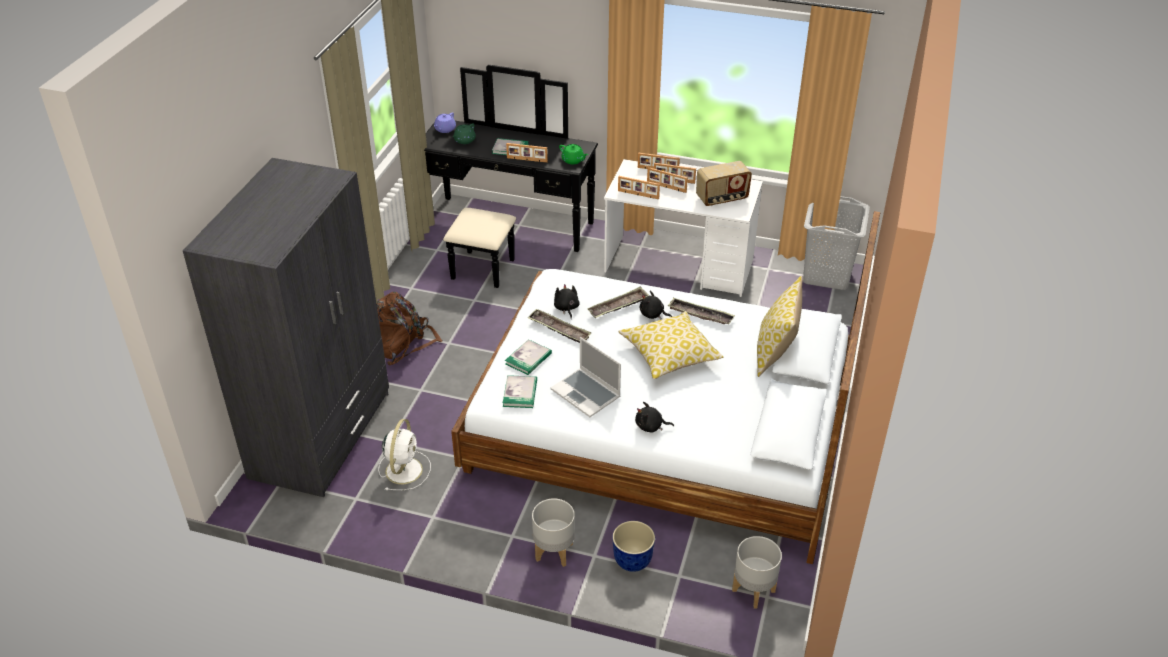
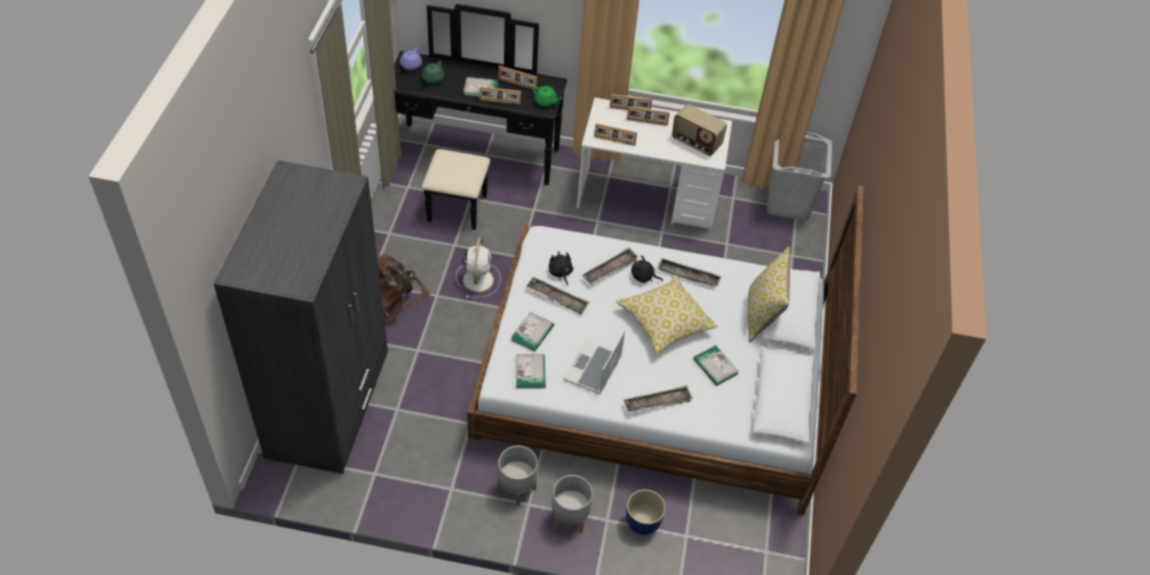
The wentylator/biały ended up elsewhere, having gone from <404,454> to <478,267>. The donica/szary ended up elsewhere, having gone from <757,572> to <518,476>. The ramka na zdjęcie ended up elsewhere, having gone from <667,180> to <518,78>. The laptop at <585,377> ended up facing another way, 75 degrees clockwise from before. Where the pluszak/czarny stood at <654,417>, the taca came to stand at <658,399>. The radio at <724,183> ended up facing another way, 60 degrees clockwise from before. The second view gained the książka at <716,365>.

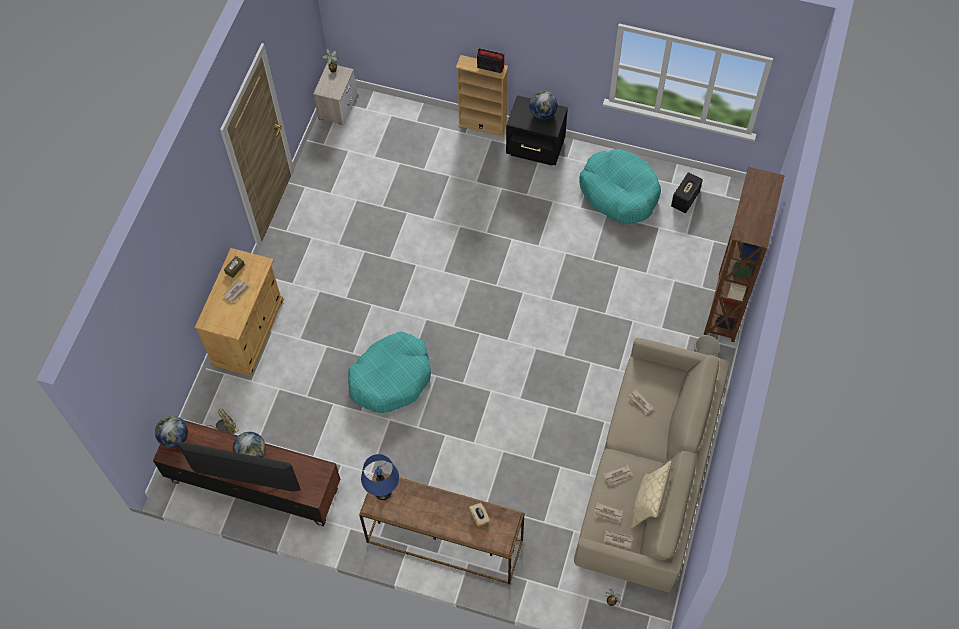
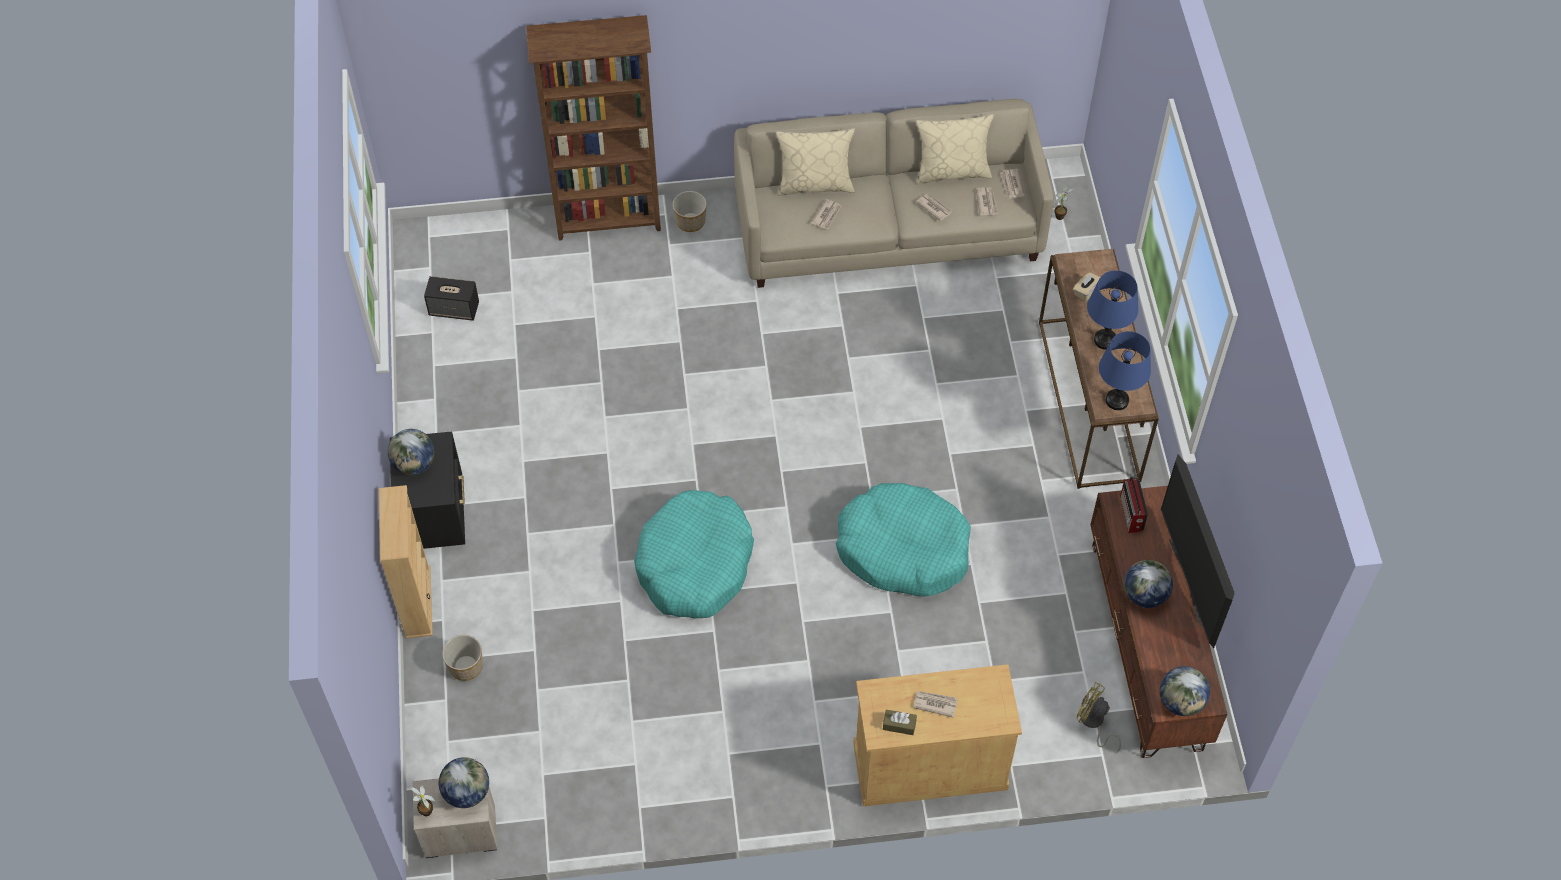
The second view gained the globus at <464,782>. The second view gained the donica at <462,658>. The legowisko/turkusowy ended up elsewhere, having gone from <620,186> to <694,554>. The second view gained the poduszka/beżowy at <815,162>. The second view gained the lampa stołowa/niebieski at <1112,310>. The radio ended up elsewhere, having gone from <490,60> to <1134,504>.

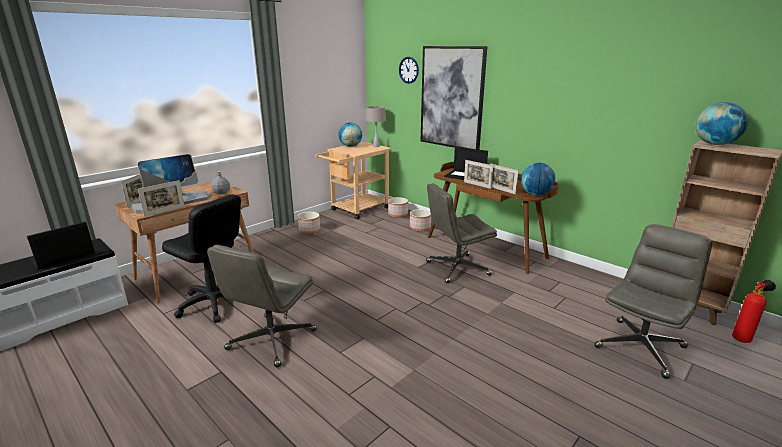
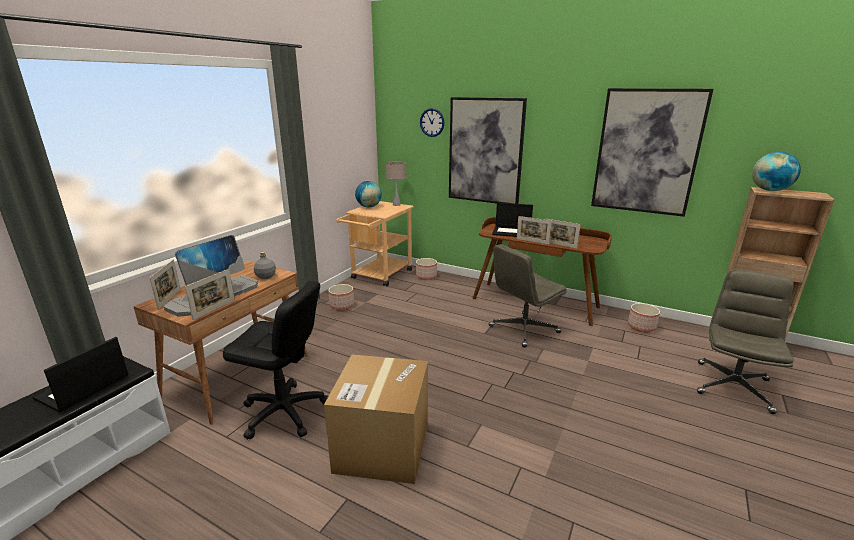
Where the krzesło biurowe/szary stood at <262,306>, the karton came to stand at <376,419>. The second view gained the obraz at <652,152>. The donica ended up elsewhere, having gone from <420,220> to <644,317>. The second view lost the globus at <538,179>. The second view lost the gaśnica at <754,311>.

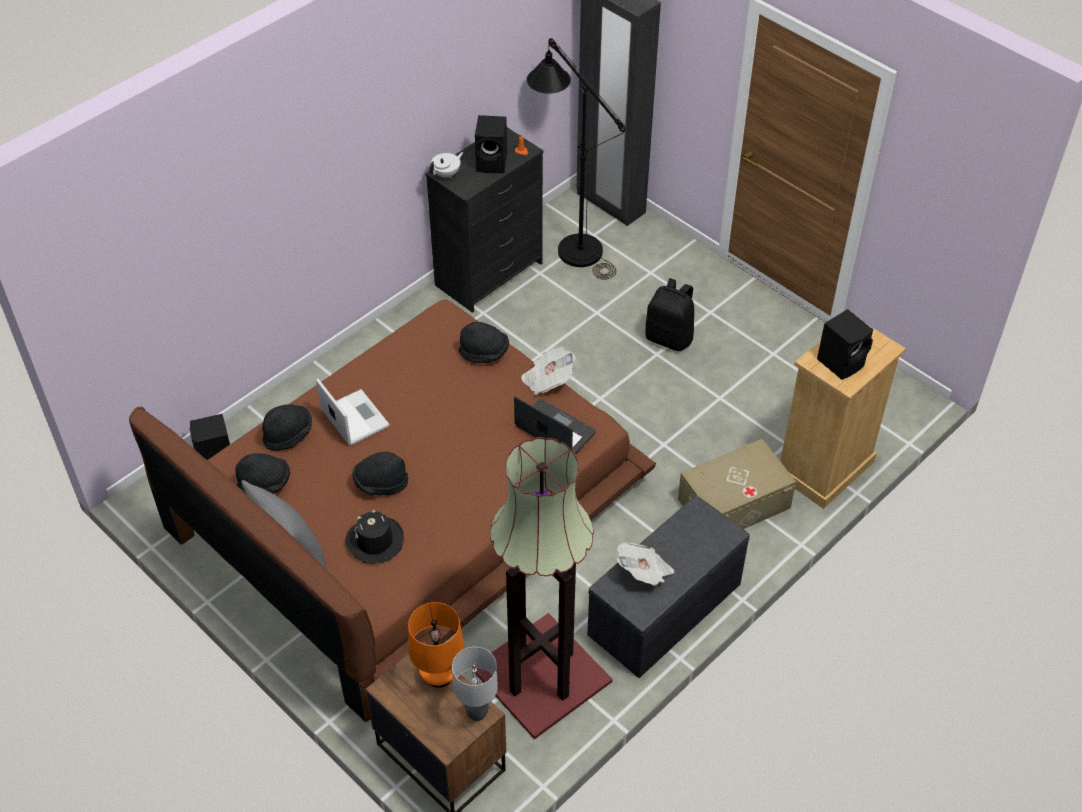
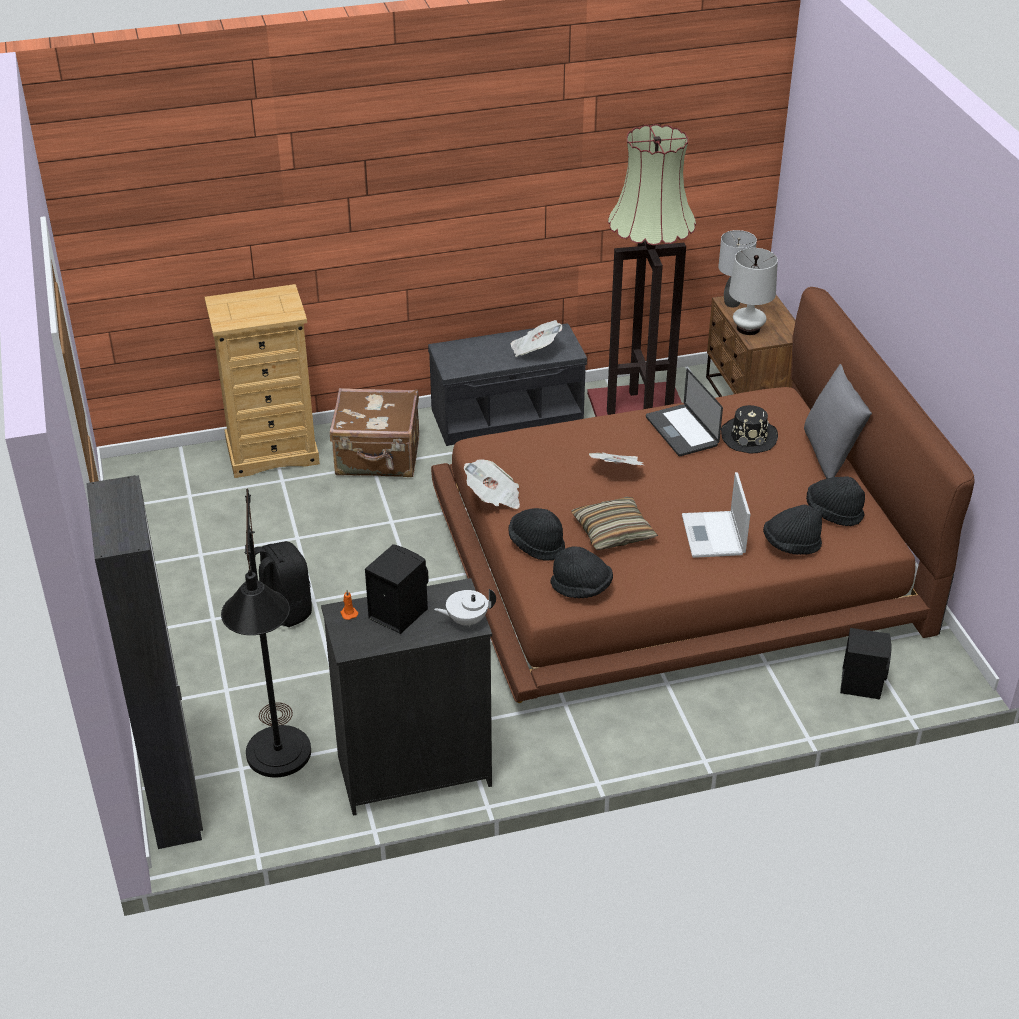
Where the pojemnik do przechowywania/beżowy stood at <737,484>, the walizka/brązowy came to stand at <374,432>. The kapelusz/czarny ended up elsewhere, having gone from <380,473> to <581,572>. The second view gained the poduszka at <614,523>. The second view gained the gazeta at <616,459>. The laptop ended up elsewhere, having gone from <555,425> to <684,412>. What was the lampa stołowa/pomarańczowy at <436,645> turned into the lampa stołowa/biały at <753,291>. The second view lost the głośnik/czarny at <845,344>.

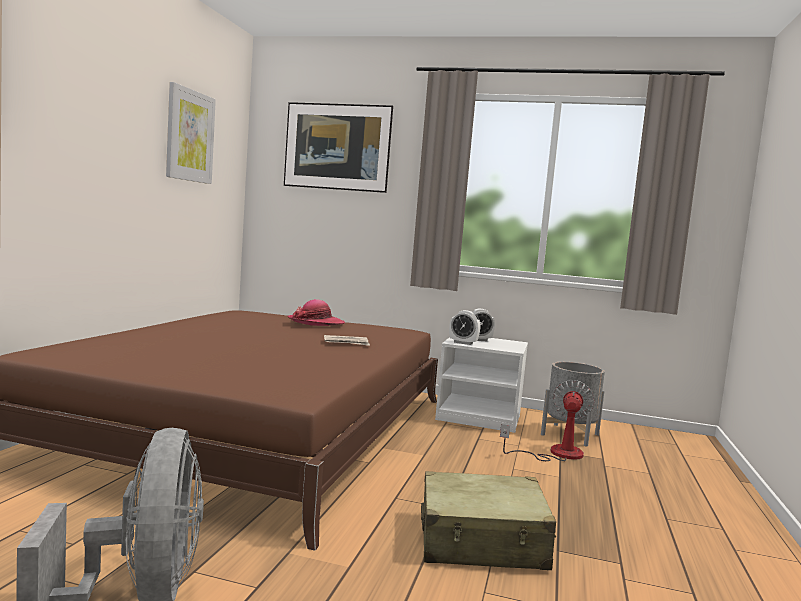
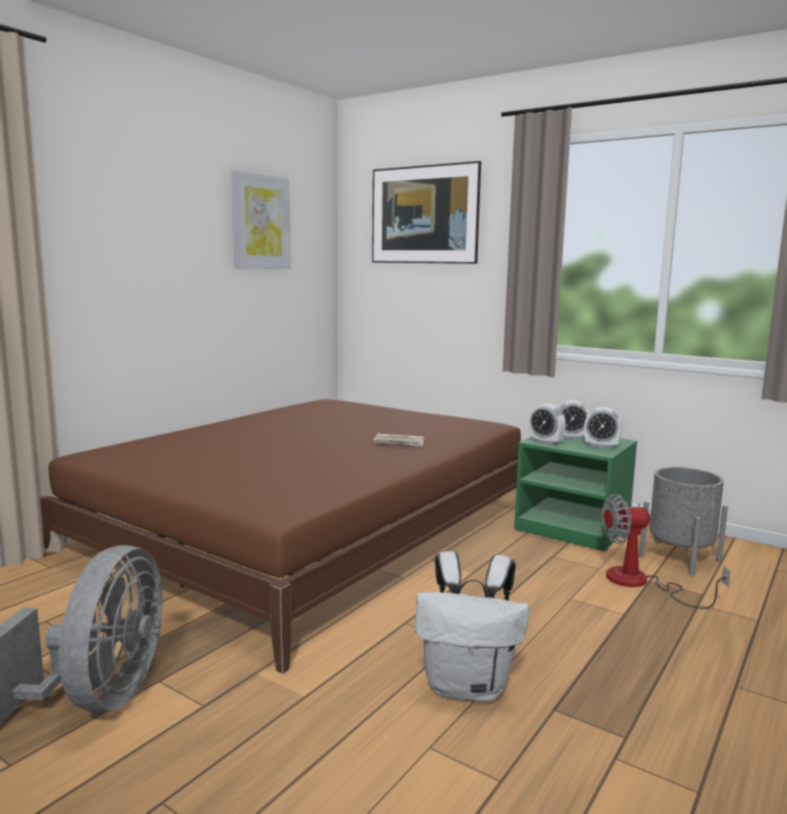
Where the walizka/beżowy stood at <488,520>, the plecak/biały came to stand at <472,626>. What was the szafka nocna/biały at <481,385> turned into the szafka nocna/zielony at <575,493>. The second view gained the budzik at <603,428>. The wentylator at <547,420> ended up facing another way, 135 degrees counterclockwise from before. The second view lost the kapelusz at <316,312>.

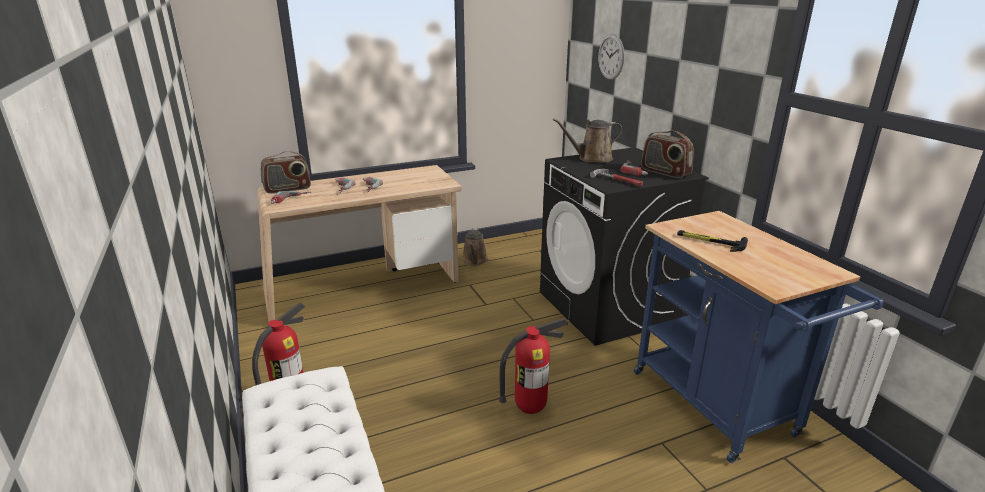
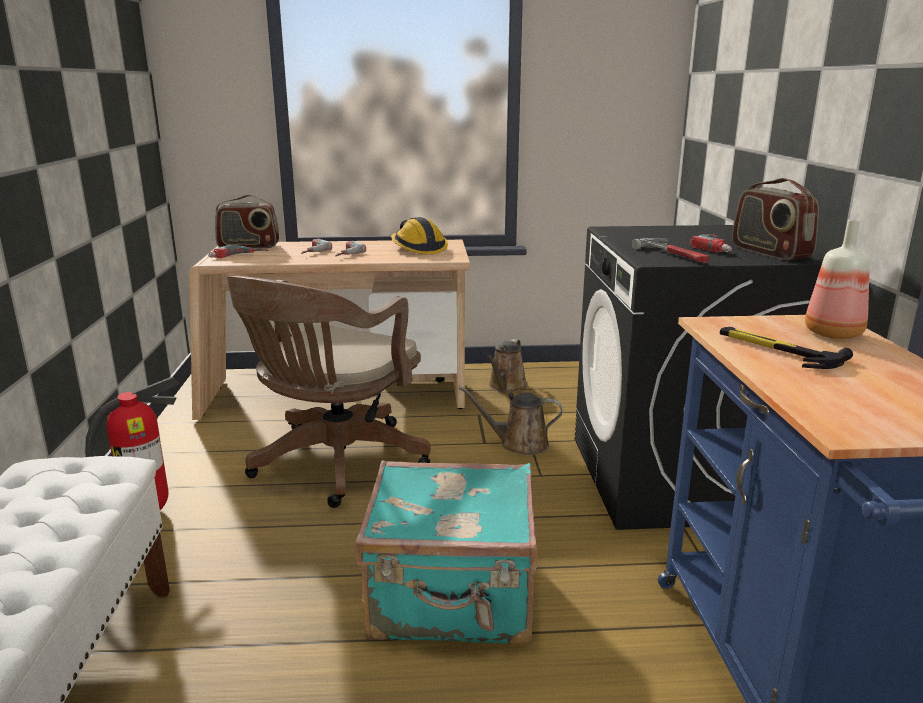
The second view gained the krzesło biurowe/brązowy at <329,392>. Where the gaśnica stood at <533,366>, the walizka/turkusowy came to stand at <447,553>. The second view gained the kask at <419,235>. The konewka/brązowy ended up elsewhere, having gone from <587,140> to <510,420>. The second view gained the butelka at <837,279>. The second view lost the zegar ścienny at <611,57>.

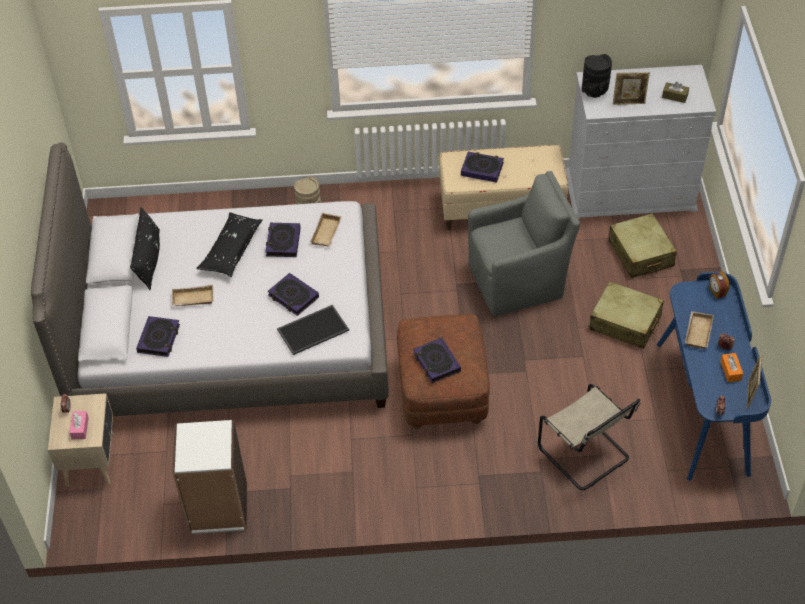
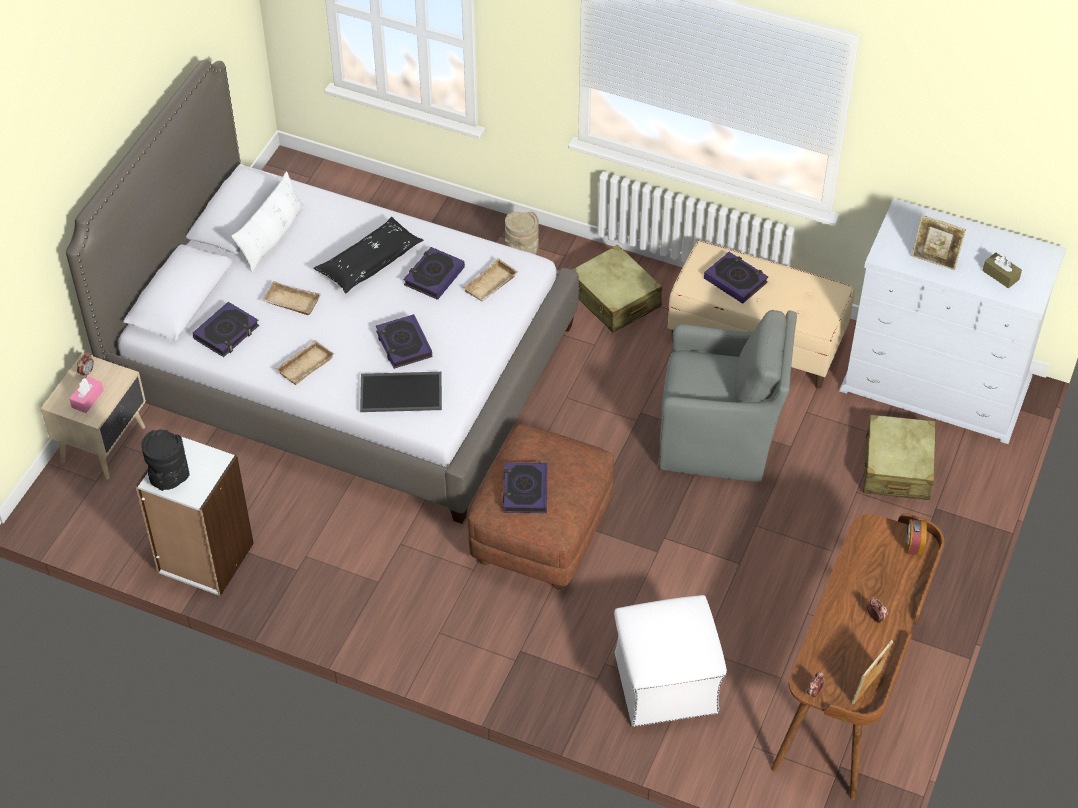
The wazon/czarny ended up elsewhere, having gone from <597,76> to <165,460>. What was the poduszka/czarny at <145,248> turned into the poduszka/biały at <268,222>. The taca/beżowy ended up elsewhere, having gone from <699,330> to <304,362>. The walizka/beżowy ended up elsewhere, having gone from <627,315> to <617,289>. Where the krzesło/beżowy stood at <589,437>, the pufa/biały came to stand at <670,661>. What was the biurko/niebieski at <714,376> turned into the biurko/brązowy at <858,657>. The second view lost the pudełko chusteczek/pomarańczowy at <731,367>.

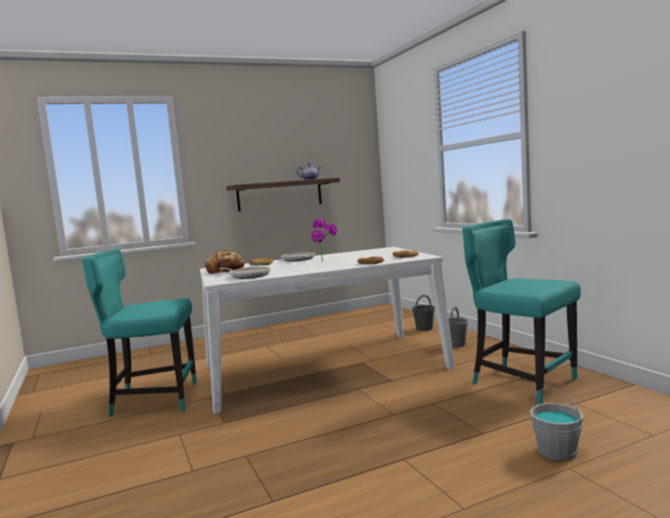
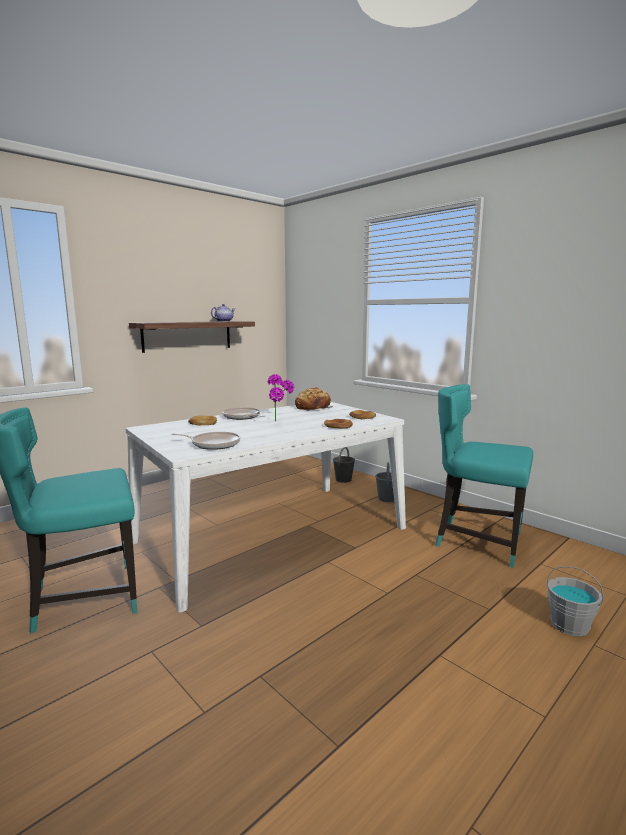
The chleb ended up elsewhere, having gone from <225,261> to <314,399>.

